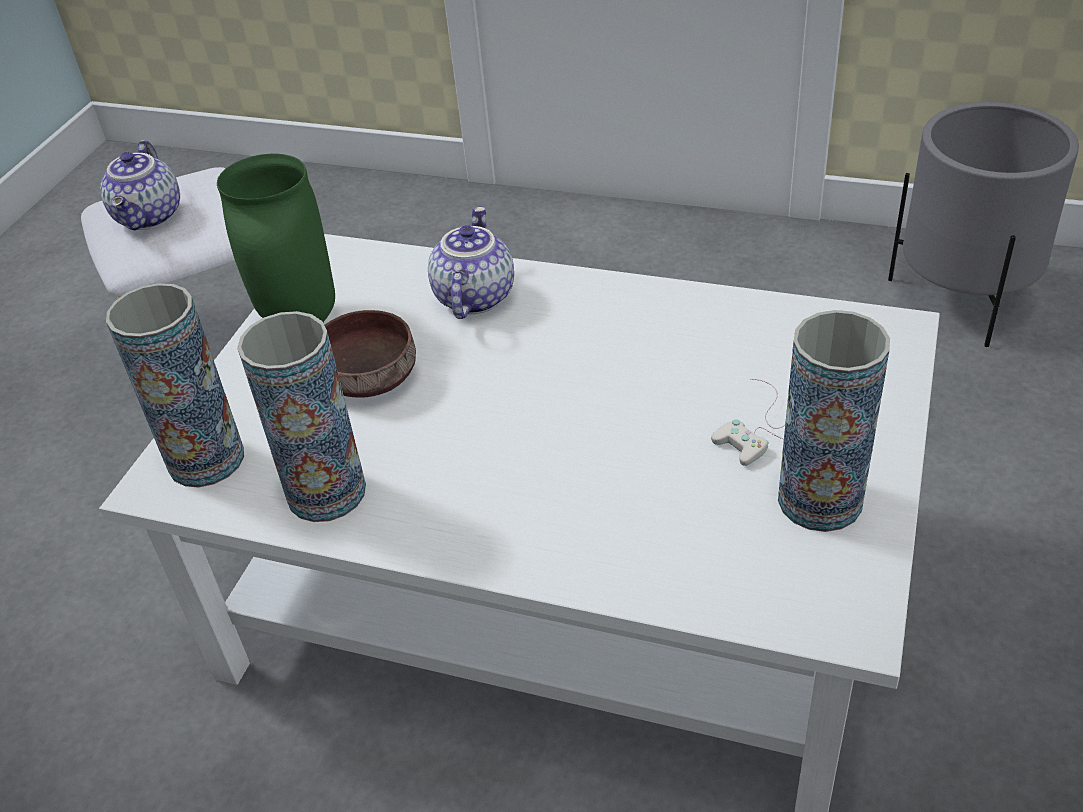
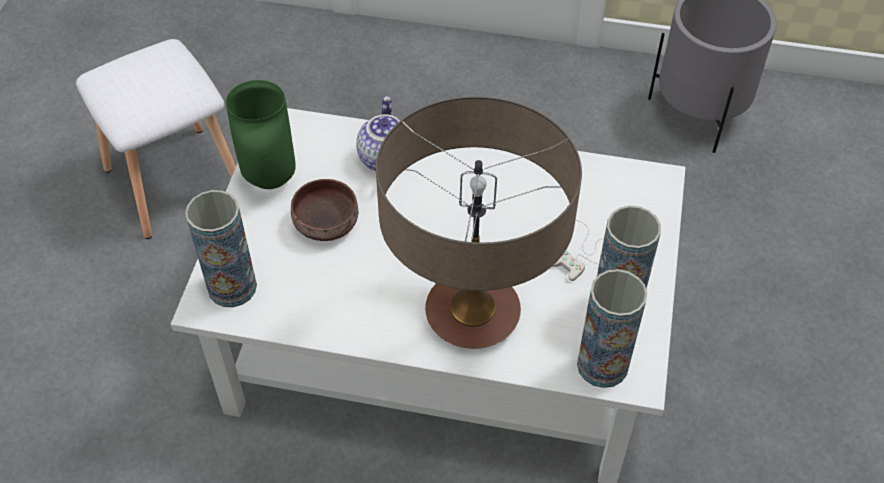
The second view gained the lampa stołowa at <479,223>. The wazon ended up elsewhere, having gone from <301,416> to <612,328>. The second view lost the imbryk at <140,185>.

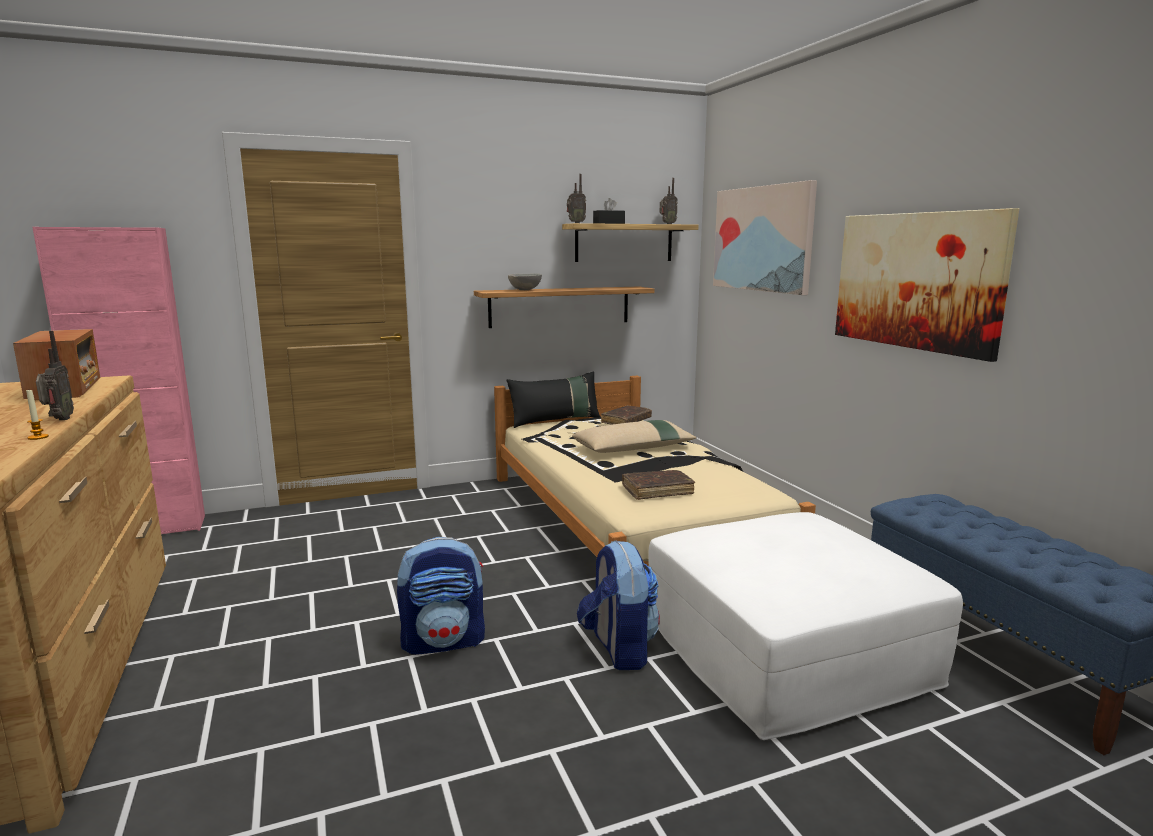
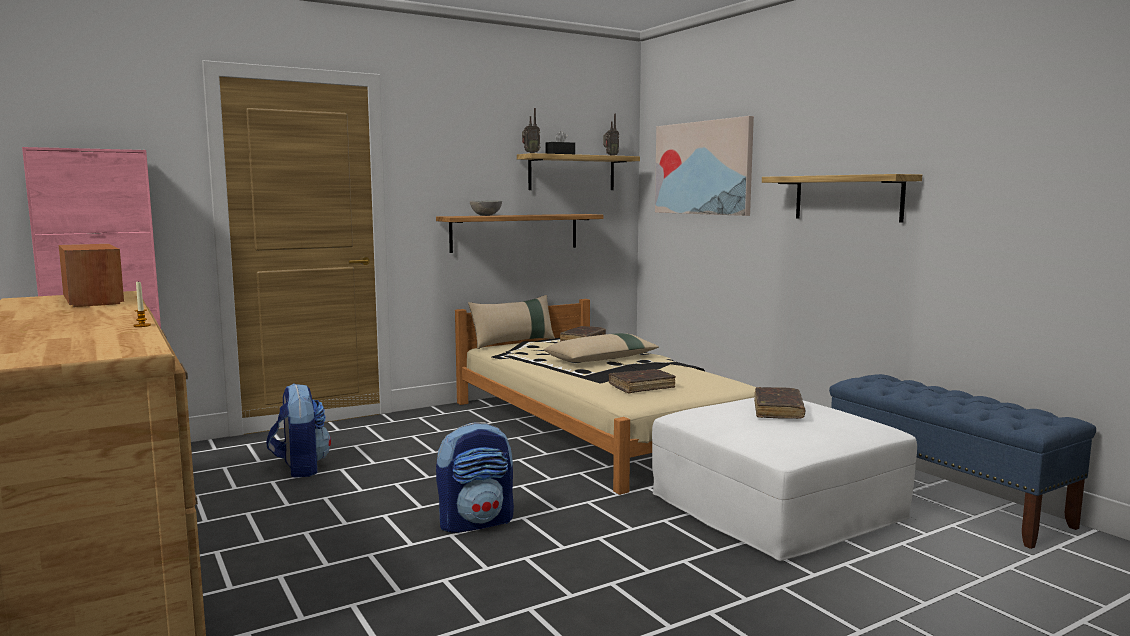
The plecak ended up elsewhere, having gone from <618,605> to <298,430>. What was the poduszka/czarny at <553,399> turned into the poduszka/beżowy at <511,322>. The second view gained the książka/brązowy at <779,403>. Where the obraz hung at <927,285>, the półka came to hang at <842,198>. The second view lost the radio at <55,375>.

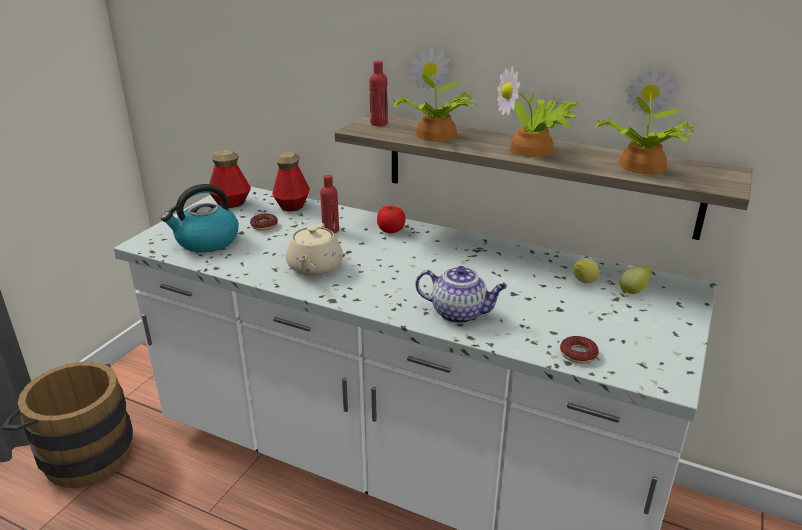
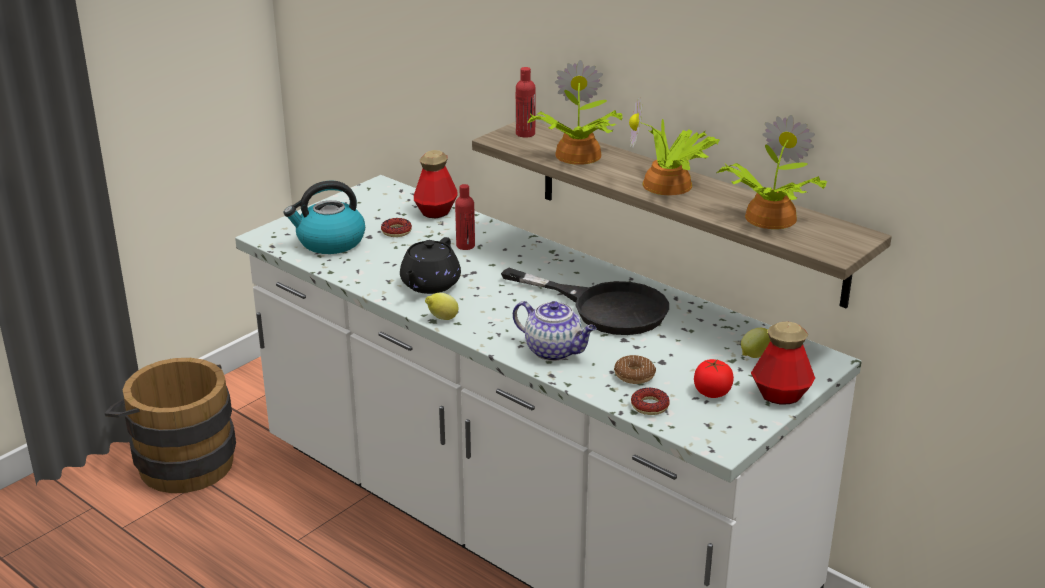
What was the imbryk/beżowy at <314,249> turned into the imbryk/czarny at <430,265>. The cytryna ended up elsewhere, having gone from <586,271> to <441,306>. The second view gained the patelnia/czarny at <585,301>. The second view gained the donut at <635,369>. The pomidor ended up elsewhere, having gone from <391,219> to <714,378>. The butelka ended up elsewhere, having gone from <230,179> to <783,363>.

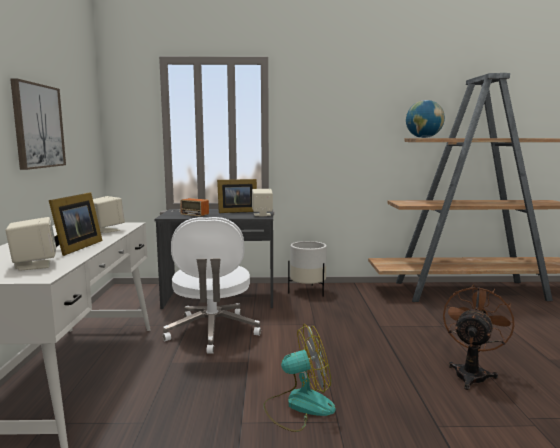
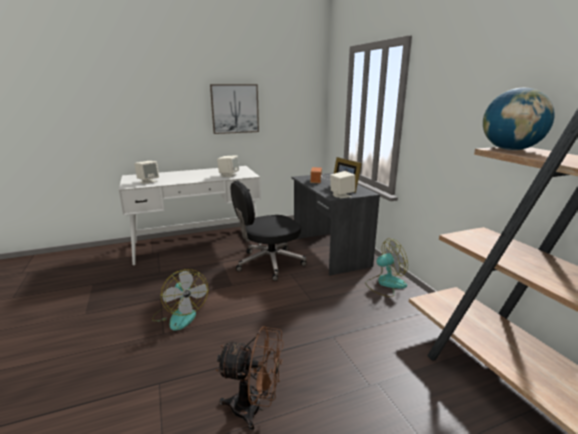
What was the krzesło biurowe/biały at <212,285> turned into the krzesło biurowe/czarny at <269,231>. Where the donica/biały stood at <307,269>, the wentylator came to stand at <386,267>. The second view lost the ramka na zdjęcie at <76,224>.

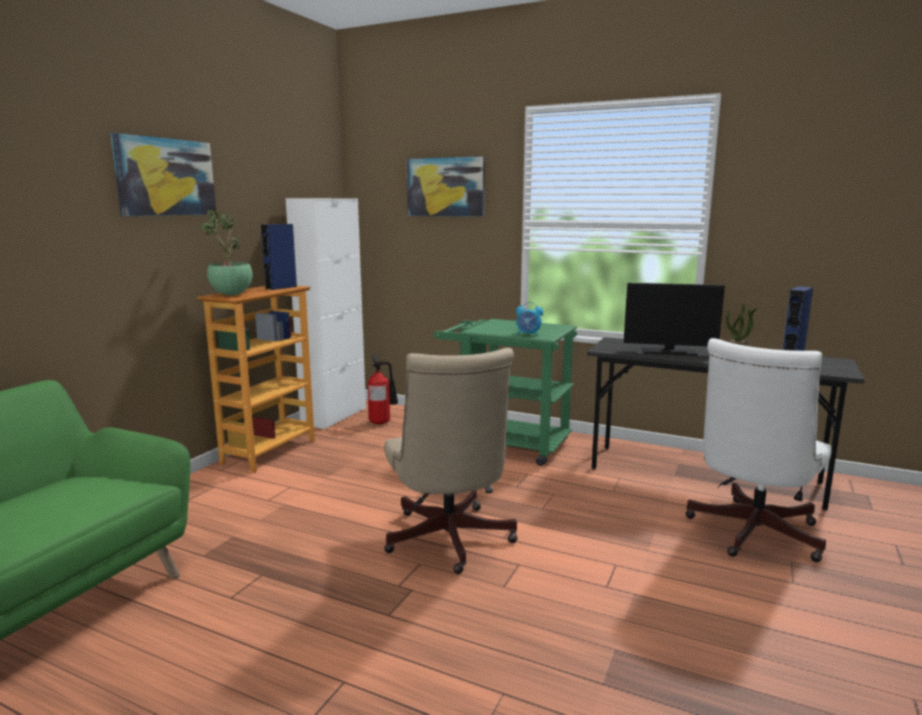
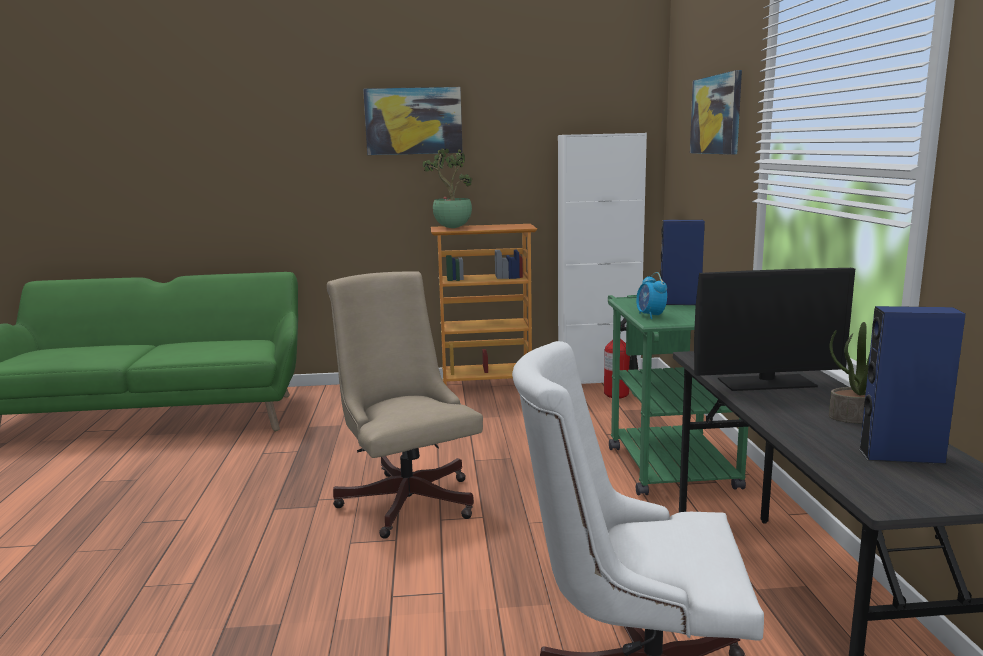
The krzesło biurowe/beżowy at <451,461> ended up facing another way, 105 degrees clockwise from before. The głośnik/niebieski ended up elsewhere, having gone from <279,257> to <682,262>. The monitor at <674,319> ended up facing another way, 75 degrees counterclockwise from before.

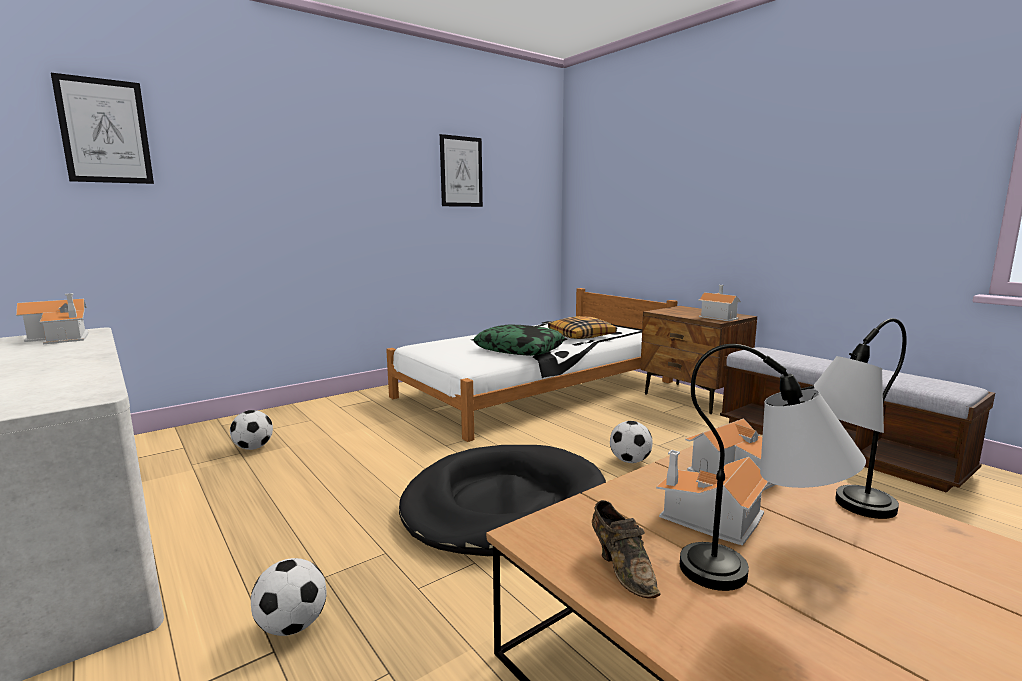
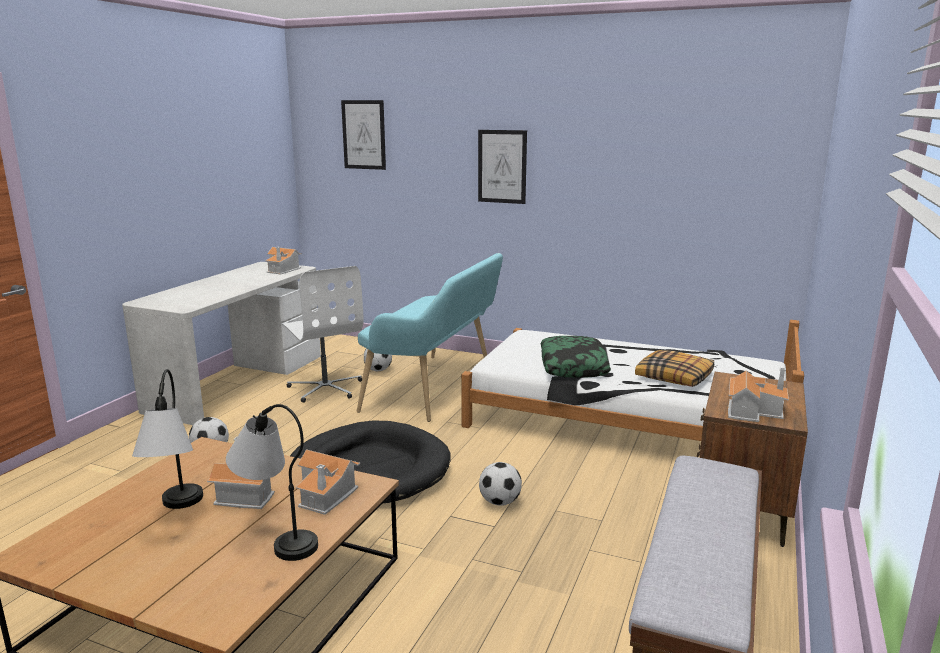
The second view gained the krzesło biurowe/biały at <323,334>. The second view gained the ławka/turkusowy at <430,337>. The obraz ended up elsewhere, having gone from <461,170> to <502,167>. The second view lost the but/brązowy at <626,549>.

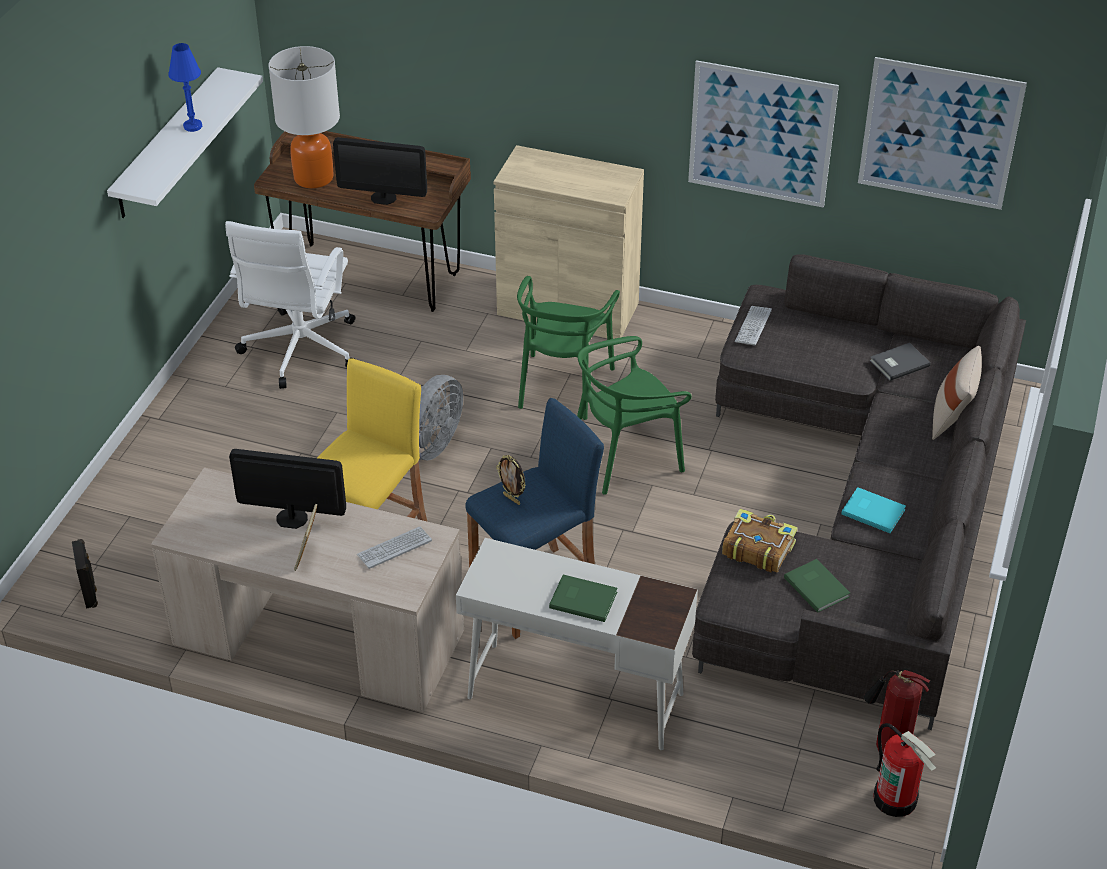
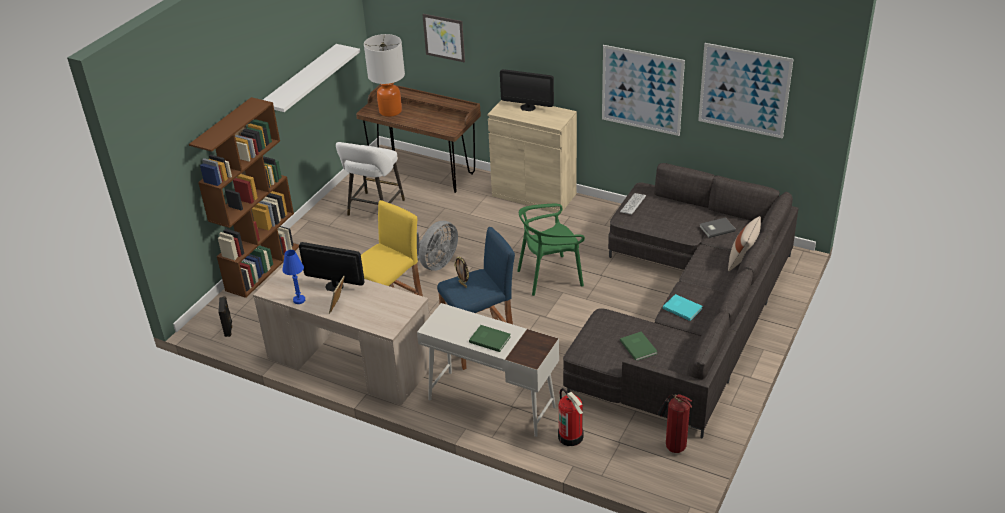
The second view gained the regał/brązowy at <244,197>. The lampa stołowa/niebieski ended up elsewhere, having gone from <185,87> to <293,277>. Where the krzesło biurowe/biały stood at <290,305>, the stołek/biały came to stand at <370,179>. The second view gained the obraz at <443,38>. The monitor ended up elsewhere, having gone from <380,171> to <527,90>. The gaśnica ended up elsewhere, having gone from <905,770> to <570,417>. The second view lost the klawiatura at <394,547>. The second view lost the krzesło/zielony at <568,348>. The second view lost the książka at <760,540>.

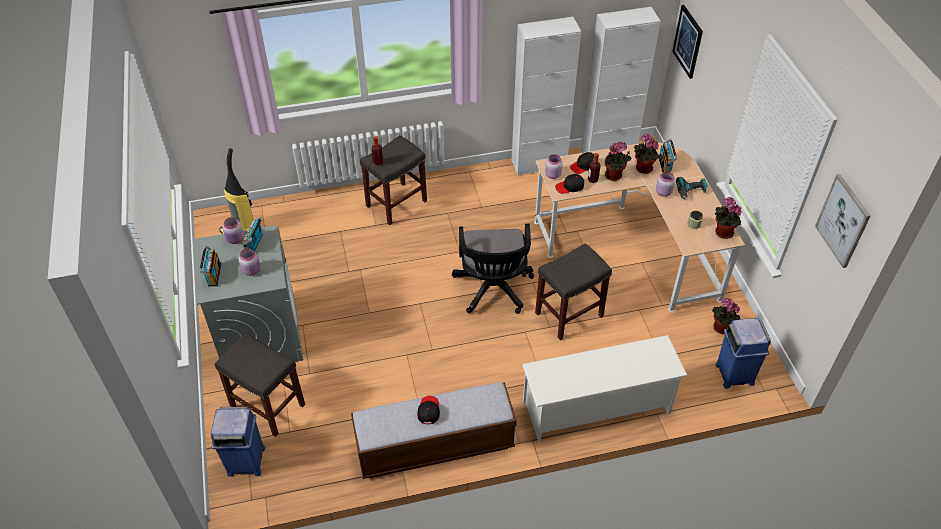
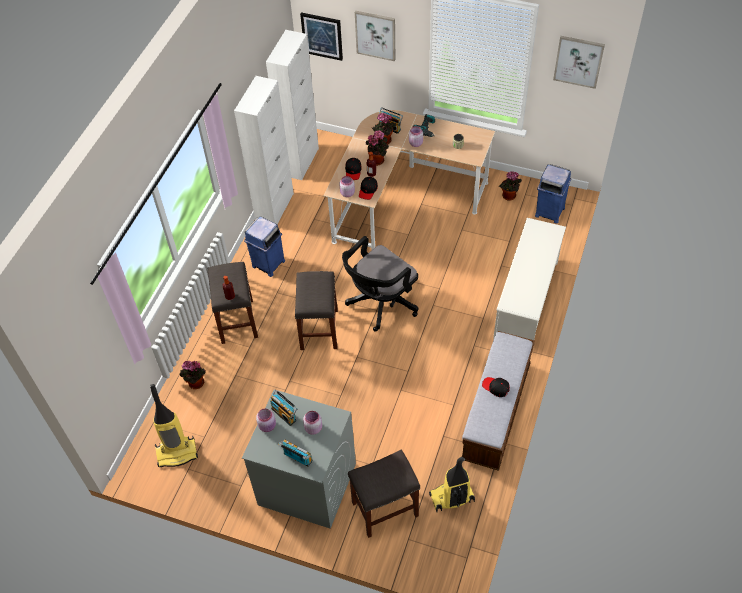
The roślina doniczkowa ended up elsewhere, having gone from <728,218> to <193,375>. The kosz na śmieci/niebieski ended up elsewhere, having gone from <238,441> to <264,246>. The stołek/szary ended up elsewhere, having gone from <573,291> to <316,310>. The krzesło biurowe/czarny at <493,269> ended up facing another way, 105 degrees clockwise from before. The second view gained the obraz at <375,36>. The second view gained the odkurzacz at <452,484>.

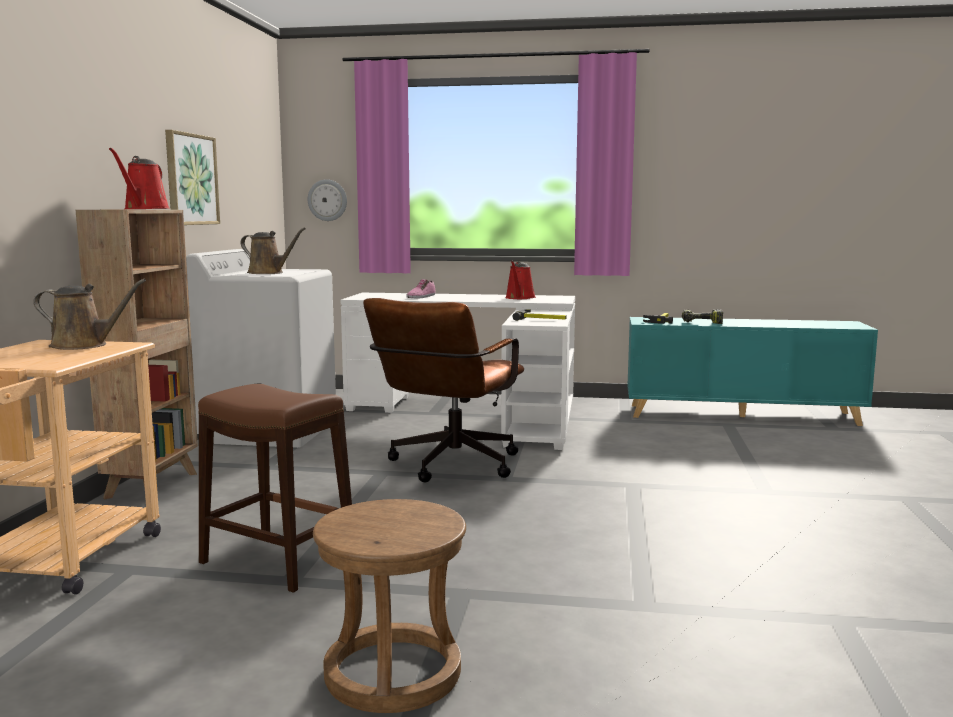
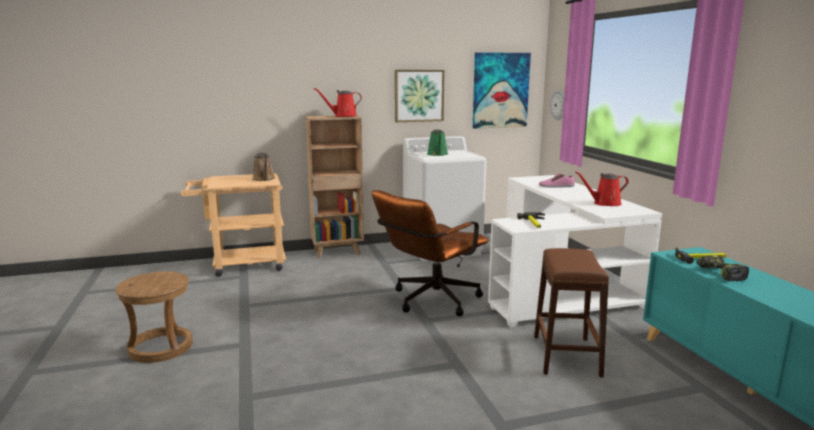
The krzesło biurowe/brązowy at <443,390> ended up facing another way, 45 degrees counterclockwise from before. What was the konewka/brązowy at <273,250> turned into the konewka/zielony at <437,142>. The second view gained the obraz at <502,90>. The stołek/brązowy ended up elsewhere, having gone from <275,488> to <571,312>.

